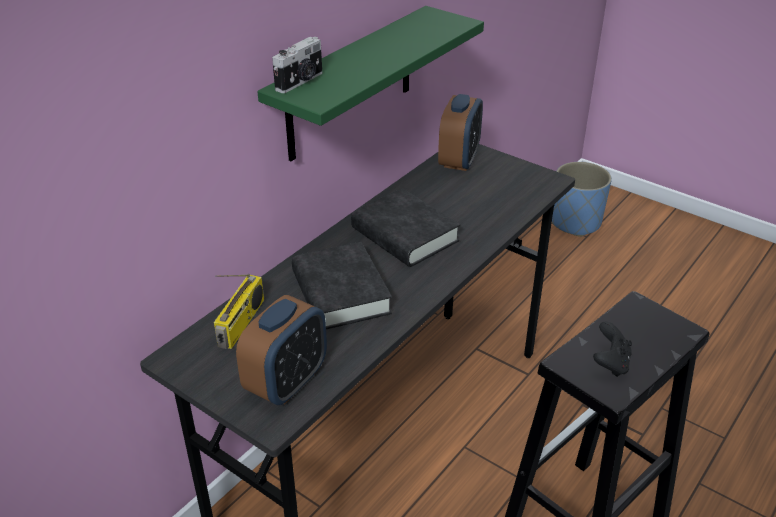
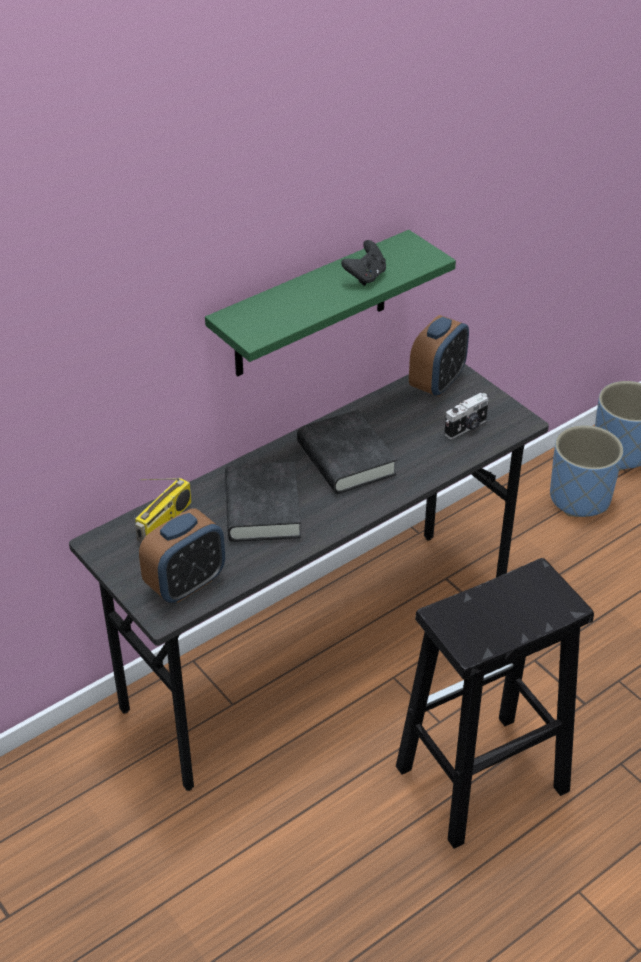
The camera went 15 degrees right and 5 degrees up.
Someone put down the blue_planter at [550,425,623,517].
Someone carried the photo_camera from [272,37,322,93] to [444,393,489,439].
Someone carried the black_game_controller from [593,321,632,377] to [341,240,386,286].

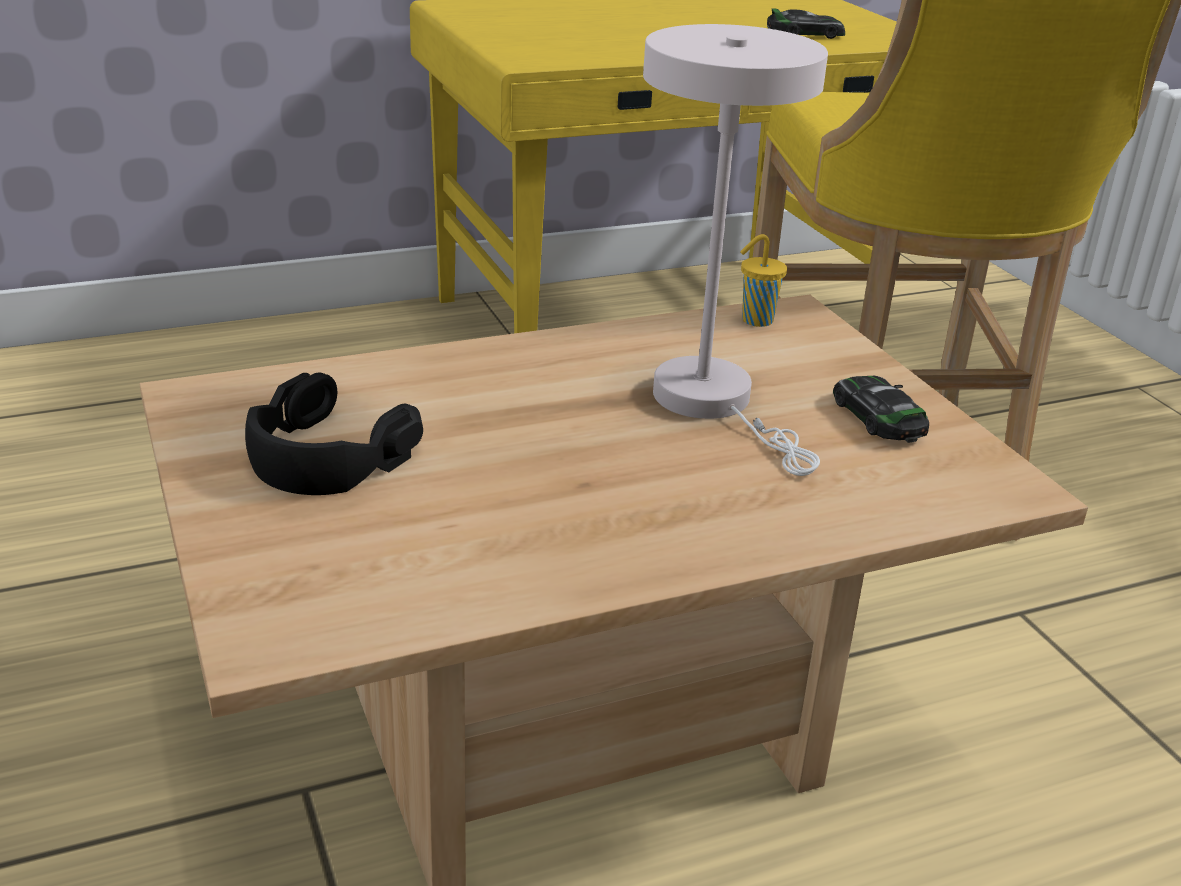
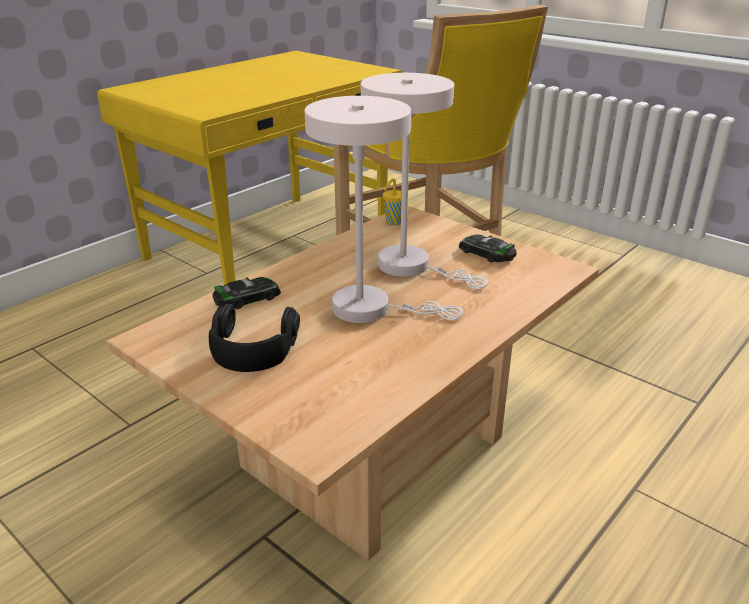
The camera went 25 degrees left and 0 degrees up.
Someone put down the white_table_lamp at [305,96,463,323].
Someone carried the toy_car from [767,9,845,39] to [212,277,281,309].

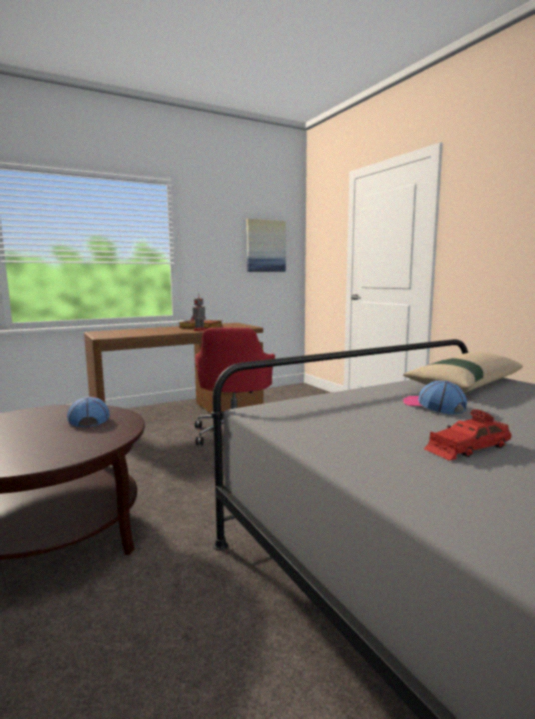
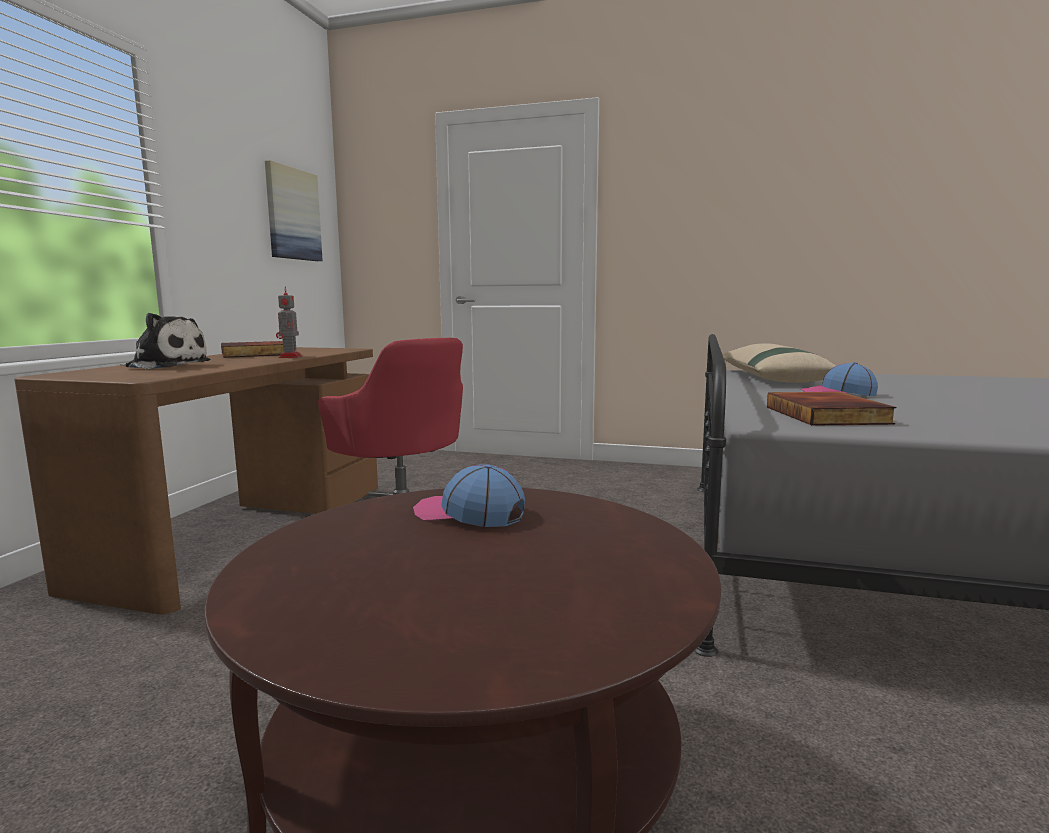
The camera went 45 degrees left and 0 degrees up.
Someone took away the red_toy_car at [424,409,512,461].
Someone put down the plush_toy at [120,313,210,369].
Someone put down the book at [767,392,896,426].

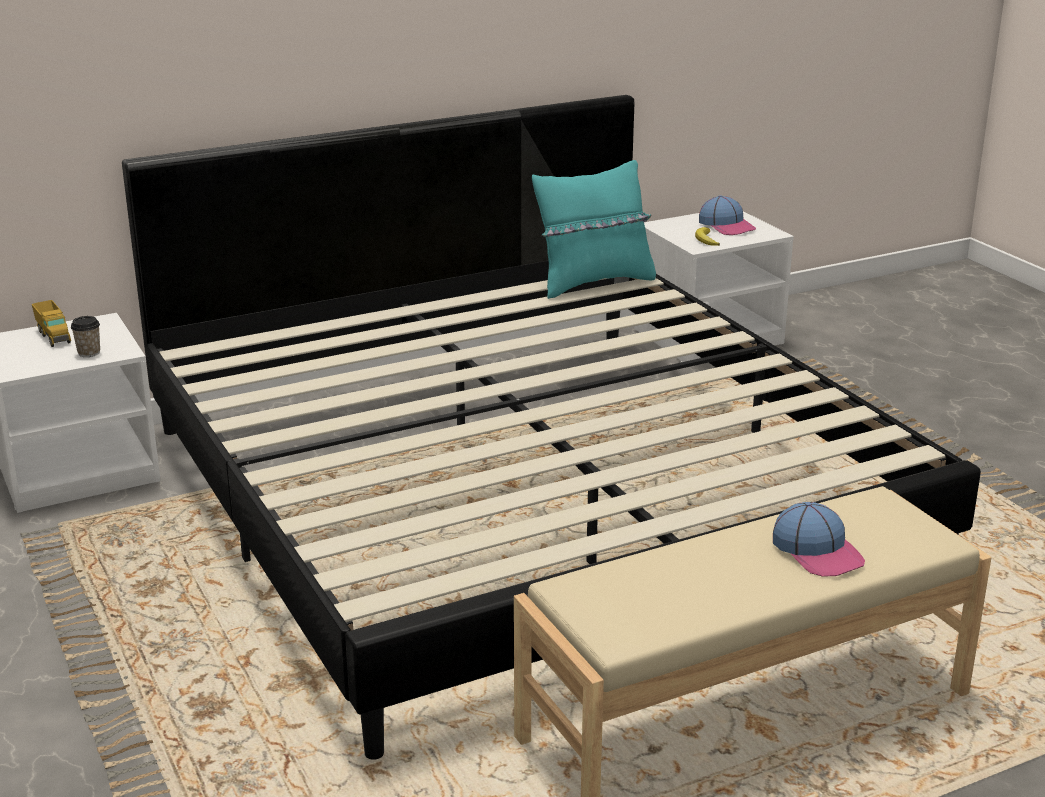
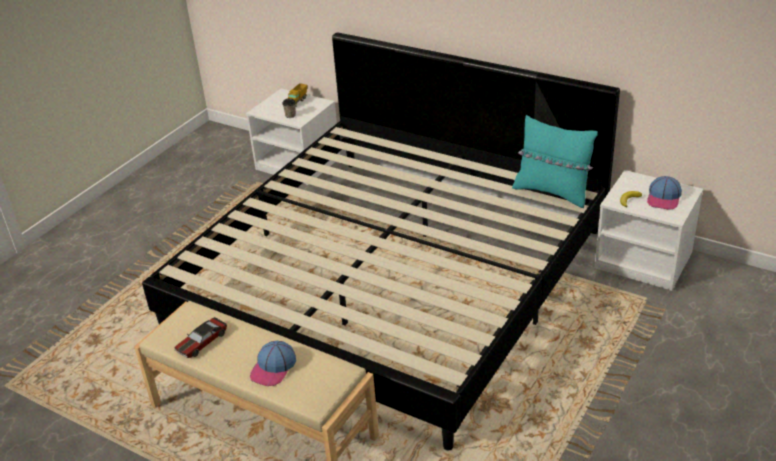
The camera went 60 degrees right and 10 degrees up.
Someone put down the toy_car at [174,317,227,358].

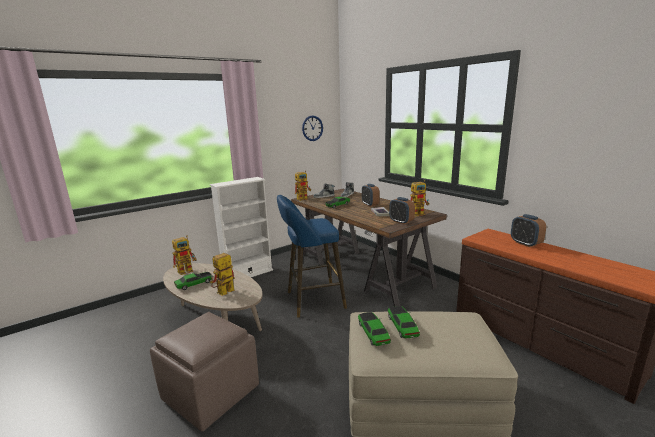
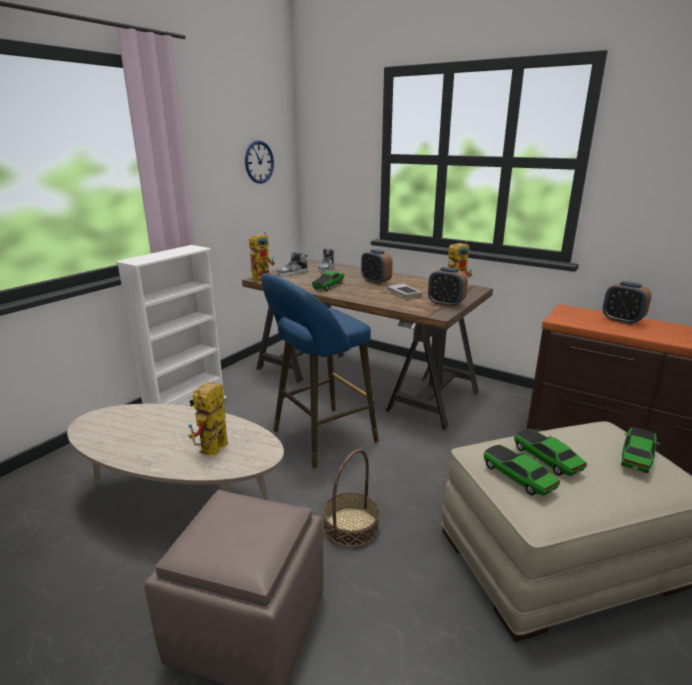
The camera went 20 degrees left and 5 degrees up.
Someone took away the toy_robot at [172,235,196,275].
Someone put down the basket at [323,449,380,547].
Someone carried the toy_car from [174,272,212,290] to [621,427,660,473].

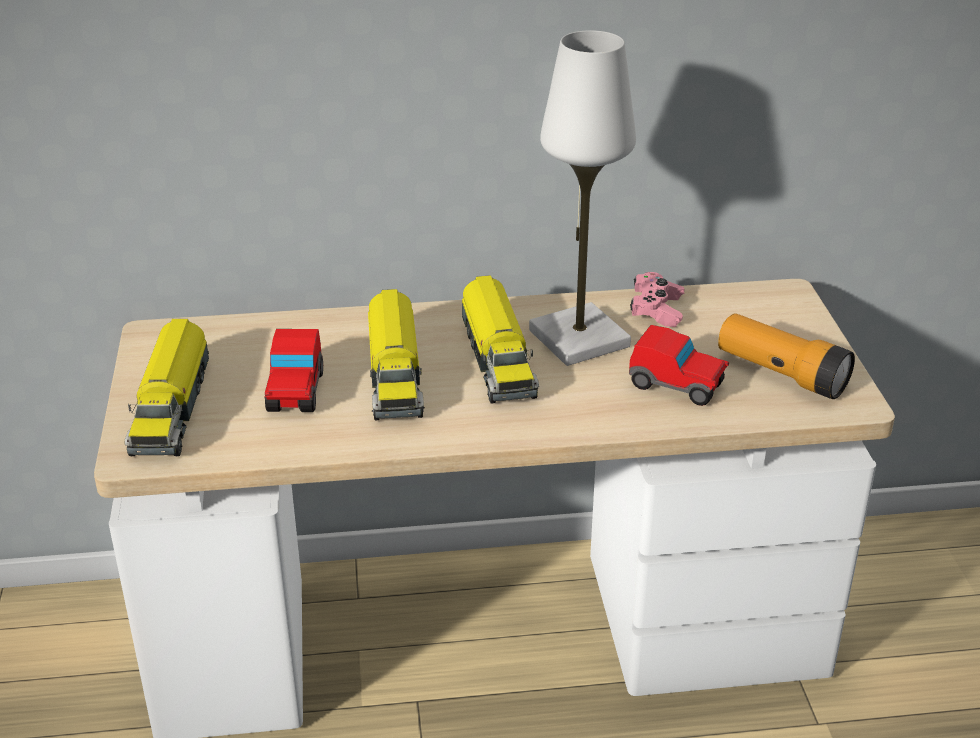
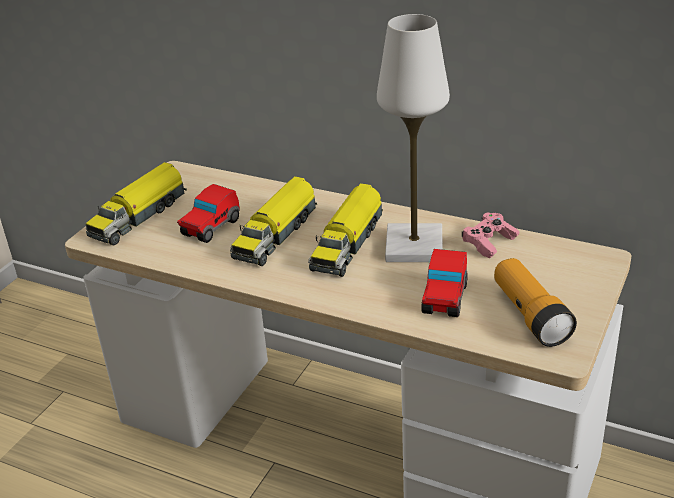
The camera went 35 degrees right and 0 degrees up.
Someone rotated the toy_car at [629,325,729,406] by 45 degrees clockwise.

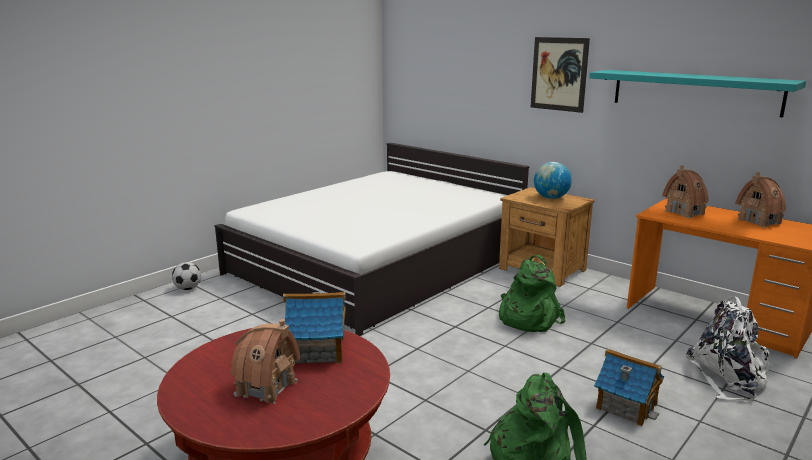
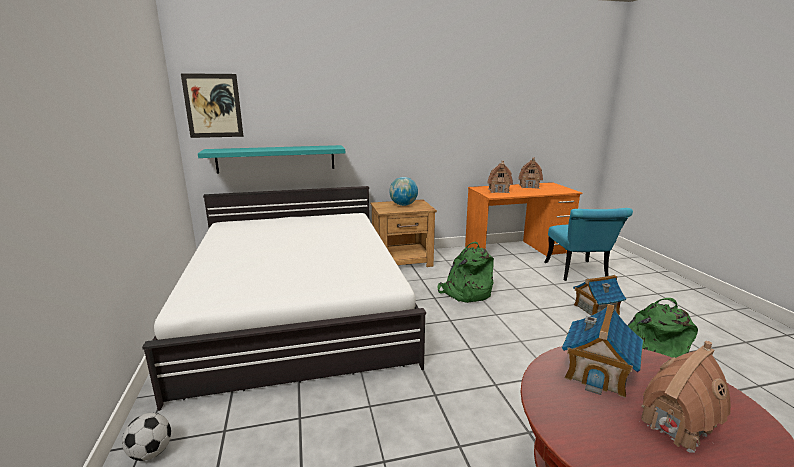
The camera went 55 degrees left and 0 degrees up.
Someone carried the picture from [531,37,590,113] to [181,73,244,138].
Someone carried the turquoise_shelf from [589,70,806,117] to [198,145,345,174].
Someone swapped the white_backpack at [685,296,773,401] for the turquoise_chair at [544,208,633,281].

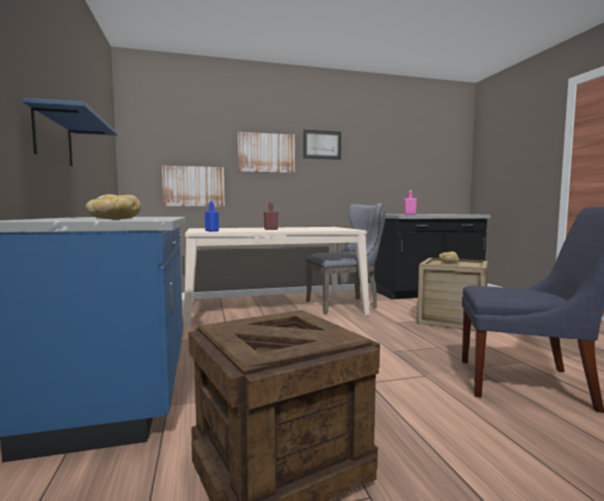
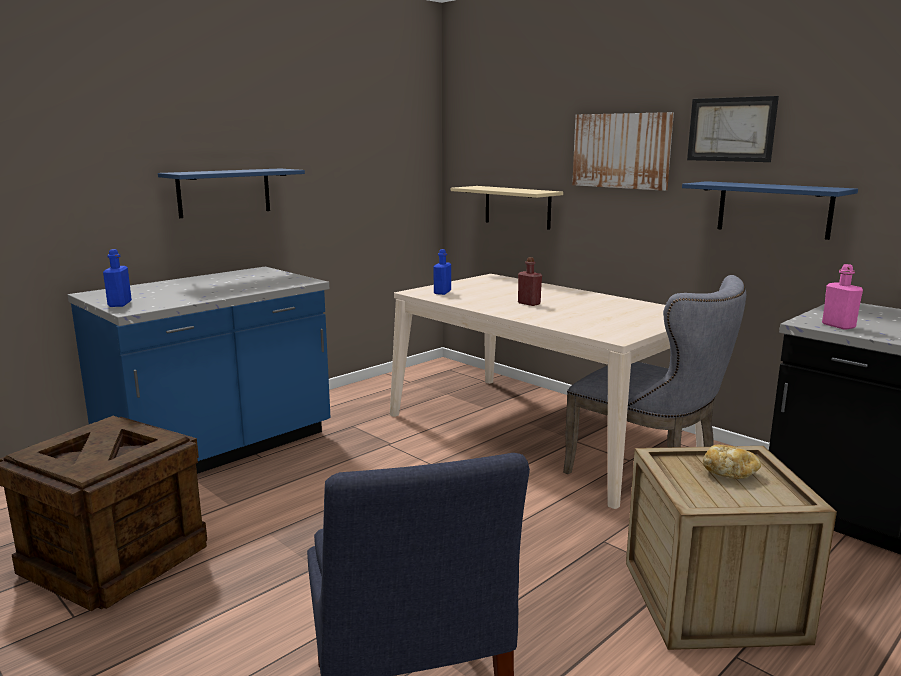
The camera went 60 degrees right and 10 degrees up.
Someone put up the blue_shelf at [682,181,858,240].
Someone swapped the bread at [86,194,141,220] for the blue_bottle at [103,249,132,307].
Someone swapped the picture at [162,165,225,207] for the beige_shelf at [451,186,563,230].

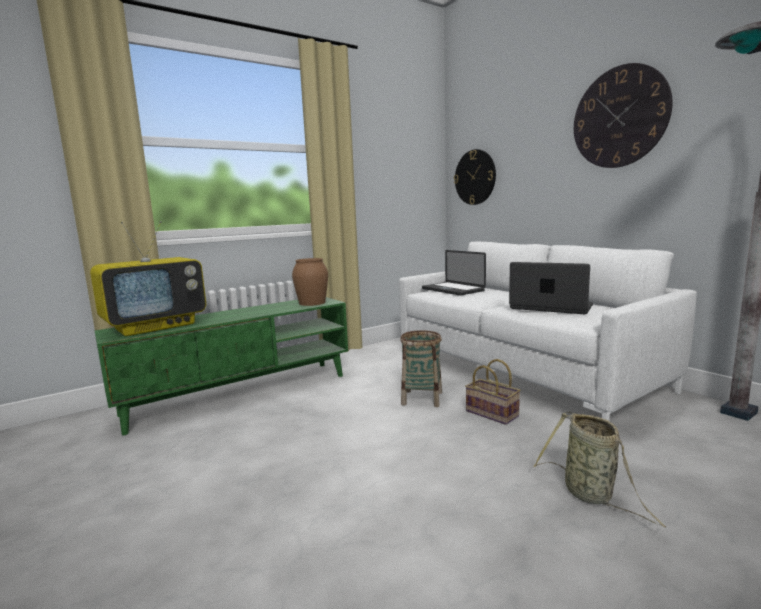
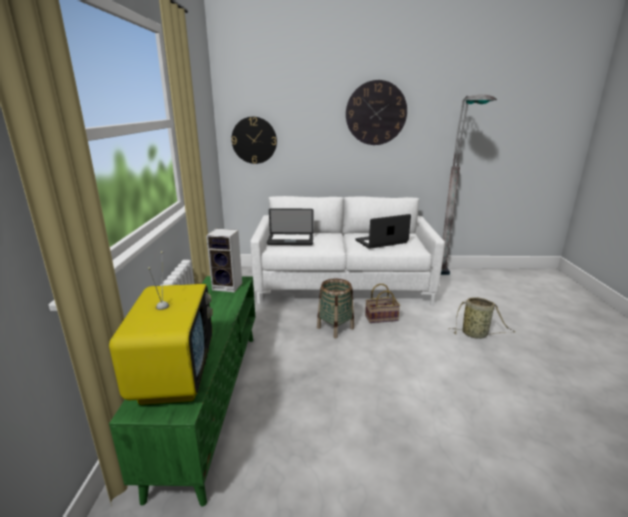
The camera went 55 degrees left and 10 degrees up.
Someone swapped the brown_vase at [292,258,328,306] for the speaker at [206,229,242,292].

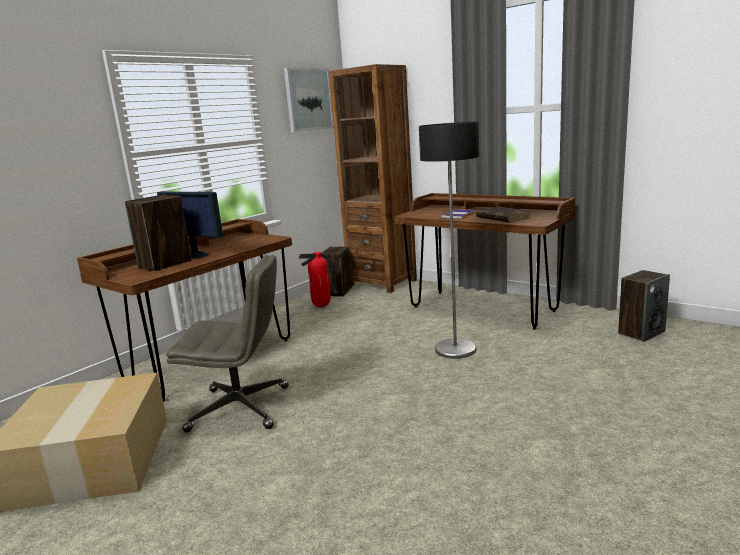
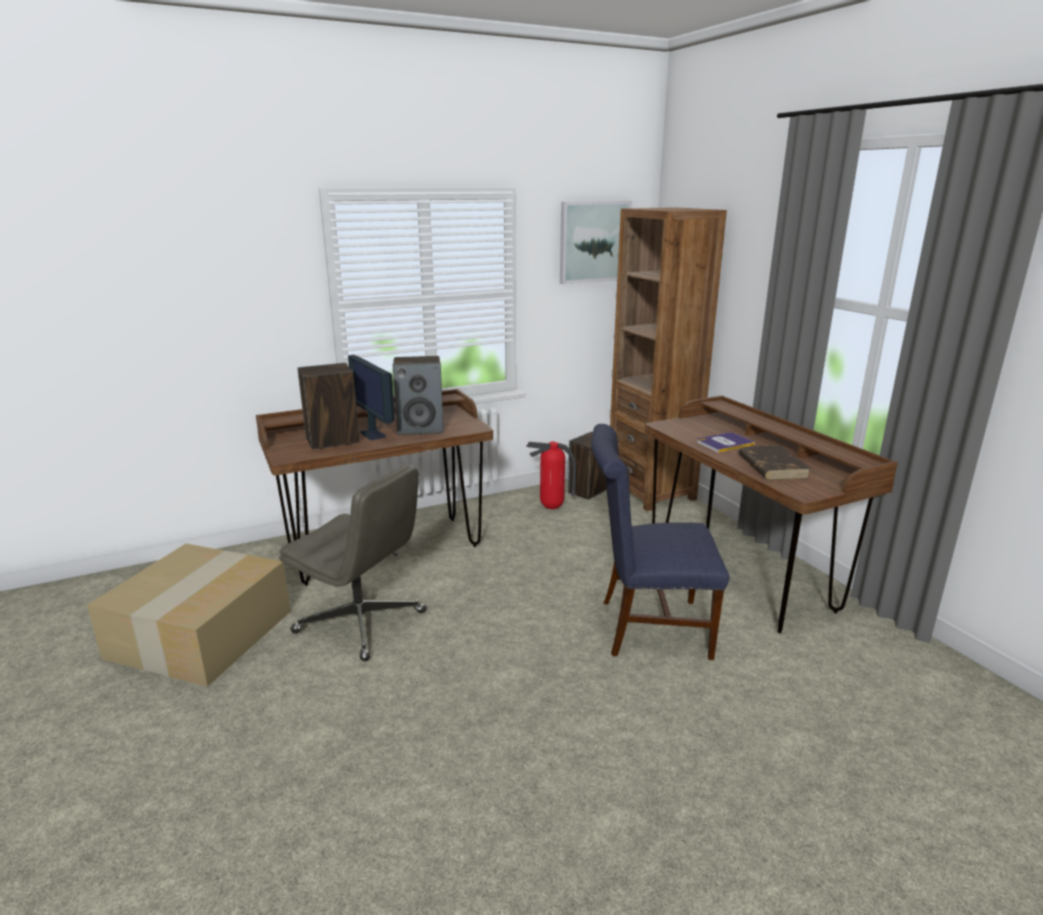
The camera went 25 degrees right and 5 degrees up.
Someone carried the speaker from [618,270,670,342] to [393,356,444,435].
Someone swapped the floor_lamp at [419,122,479,359] for the blue_chair at [591,424,729,660].

